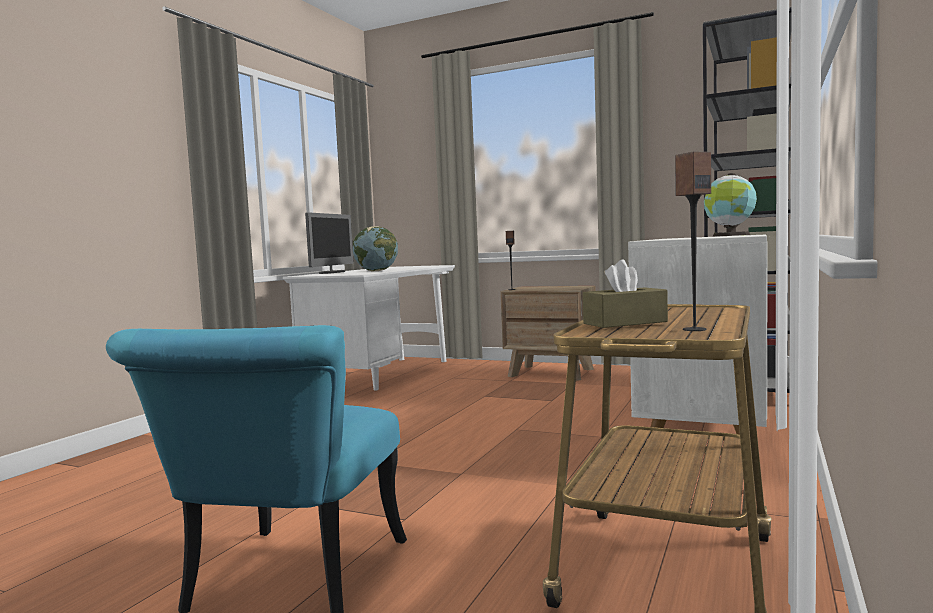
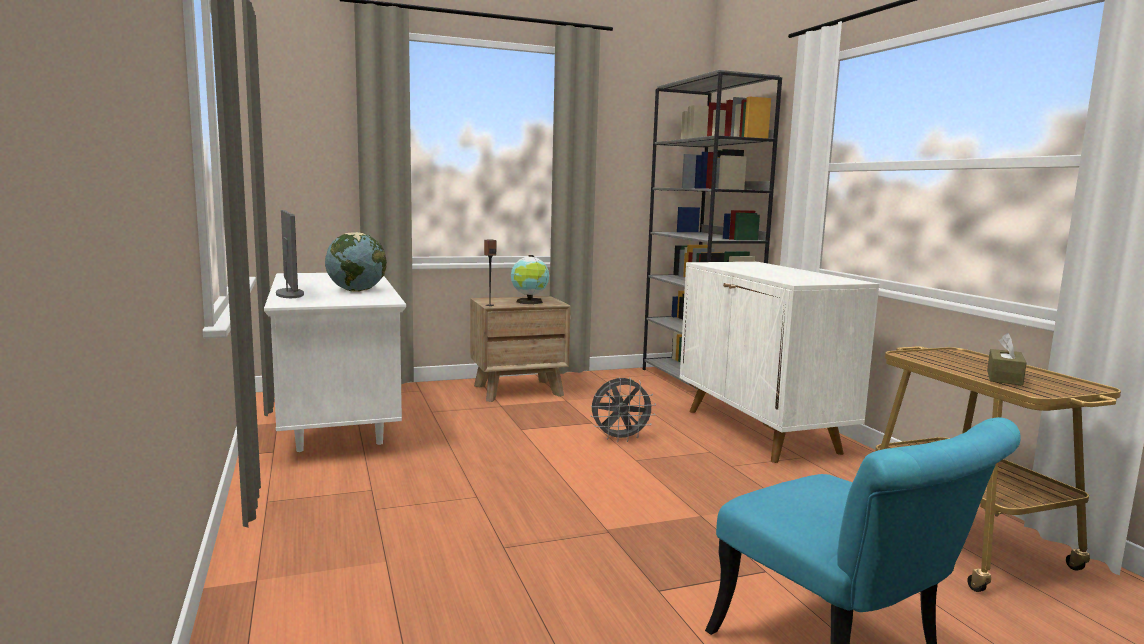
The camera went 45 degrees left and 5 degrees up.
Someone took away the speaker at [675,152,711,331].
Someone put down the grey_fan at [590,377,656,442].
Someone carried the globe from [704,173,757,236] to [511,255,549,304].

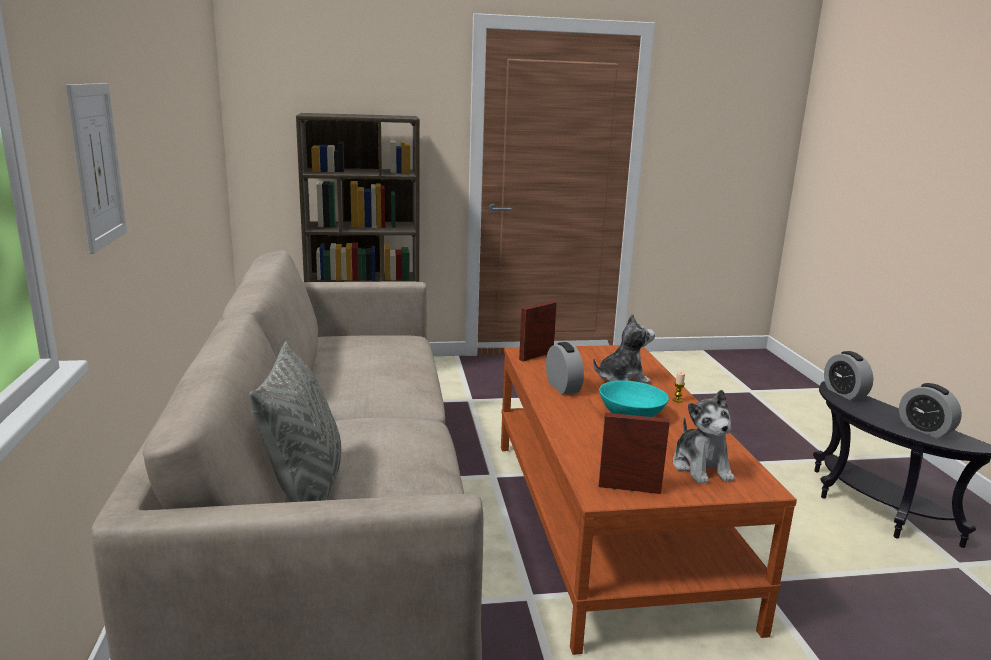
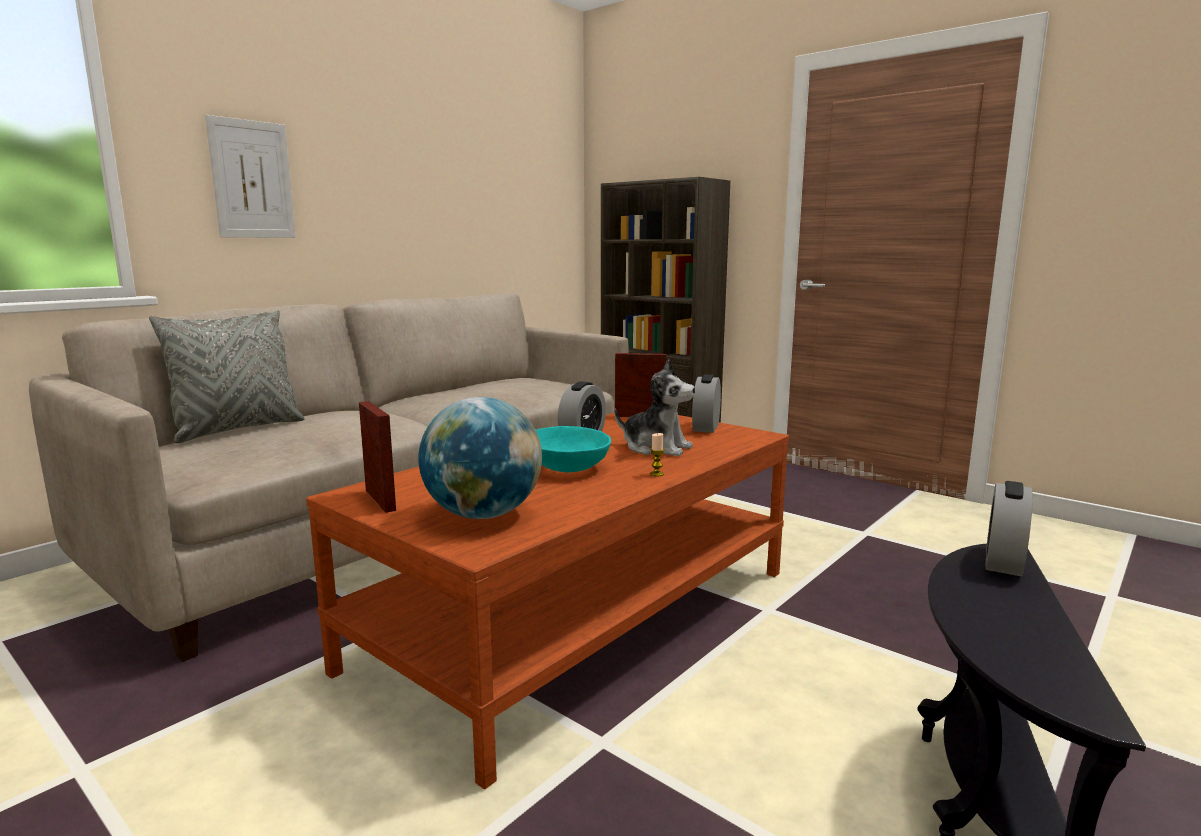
The camera went 50 degrees right and 5 degrees down.
Someone carried the alarm_clock from [899,383,962,438] to [692,374,721,433].
Someone swapped the plush_toy at [673,390,735,484] for the globe at [418,397,542,519].

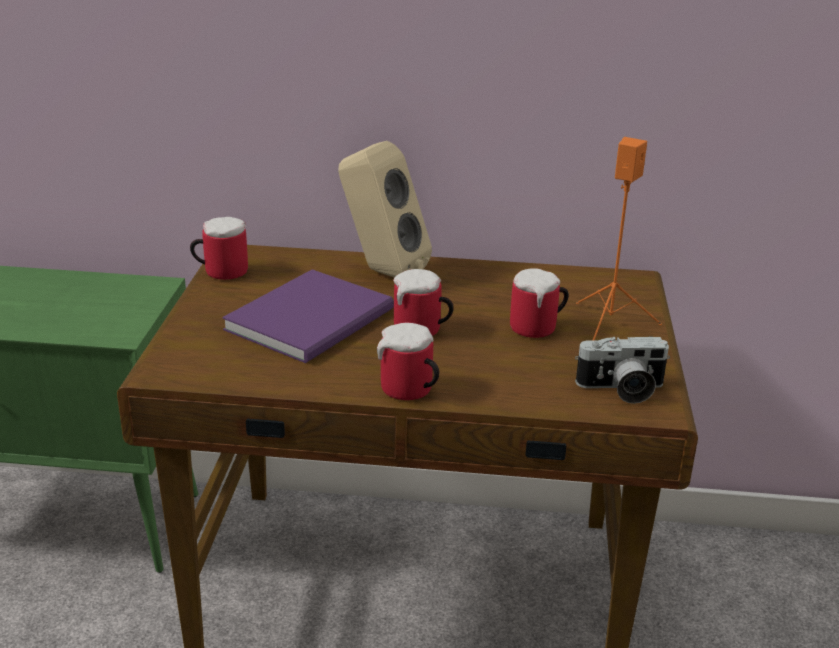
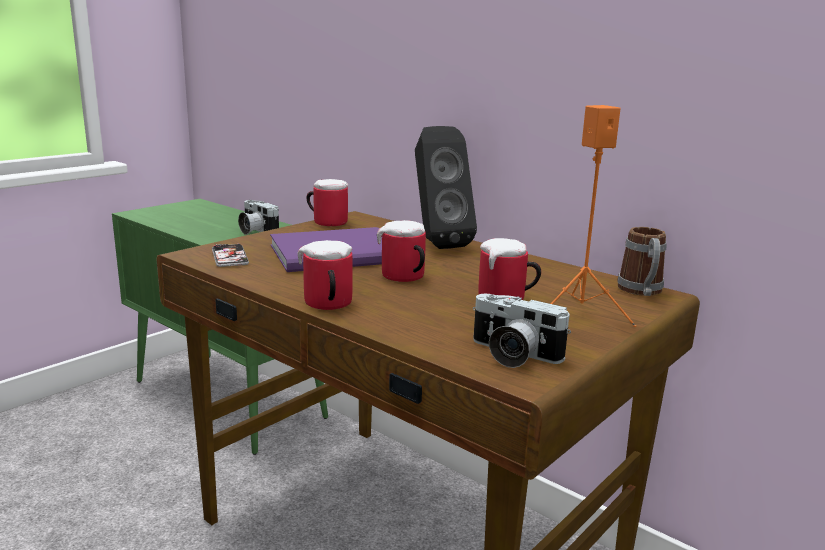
The camera went 35 degrees right and 10 degrees down.
Someone put down the phone at [212,243,249,267].
Someone put down the photo_camera at [238,200,279,235].
Someone put down the mug at [618,227,667,296].
Someone repainted the beige_speaker at [338,141,432,277], which became the black_speaker at [415,126,477,249].

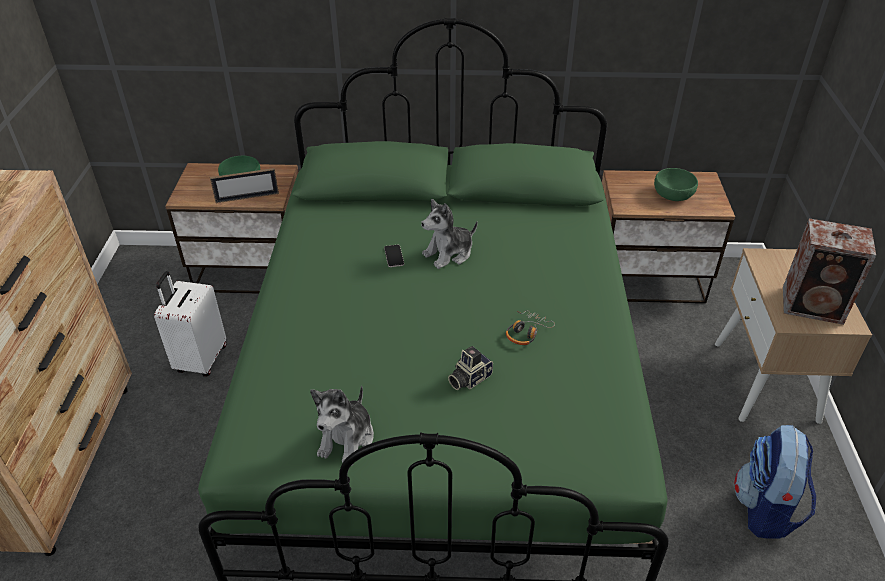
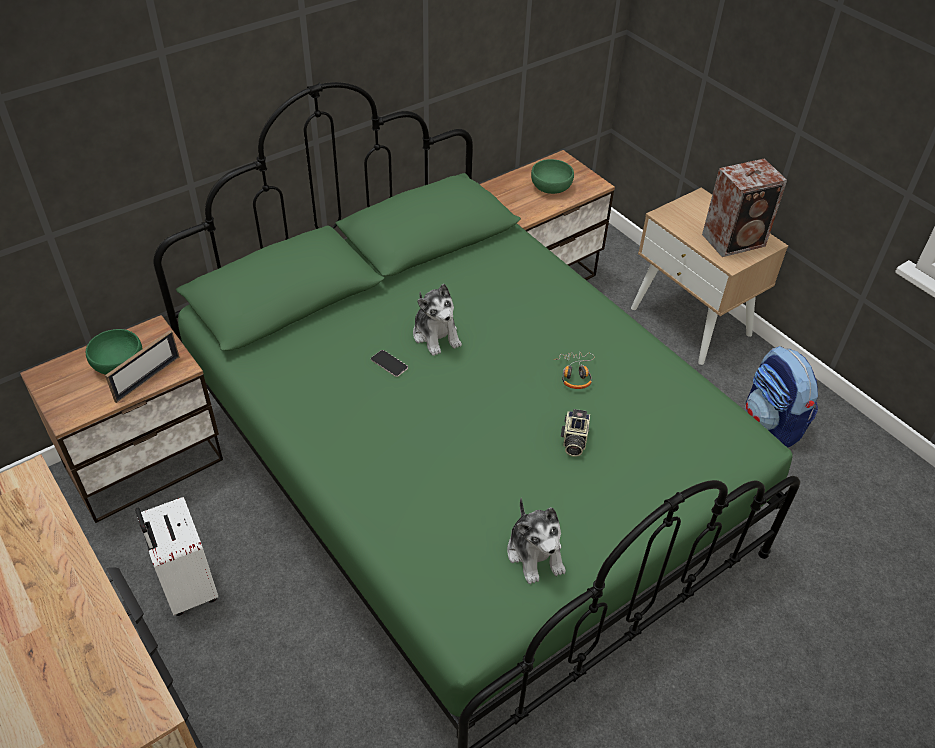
The camera went 40 degrees left and 5 degrees up.
Someone rotated the plush_toy at [421,199,477,269] by 45 degrees counterclockwise.

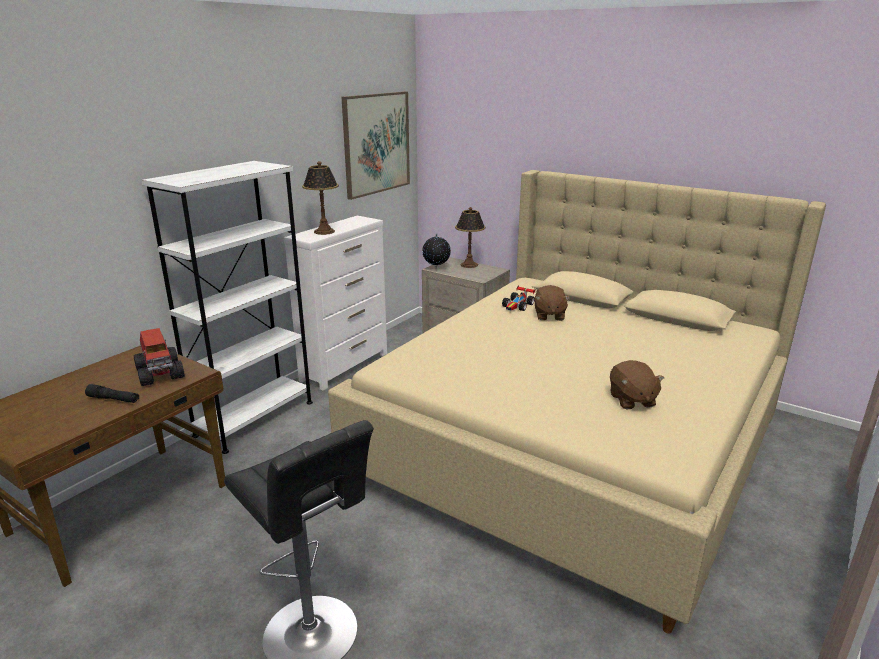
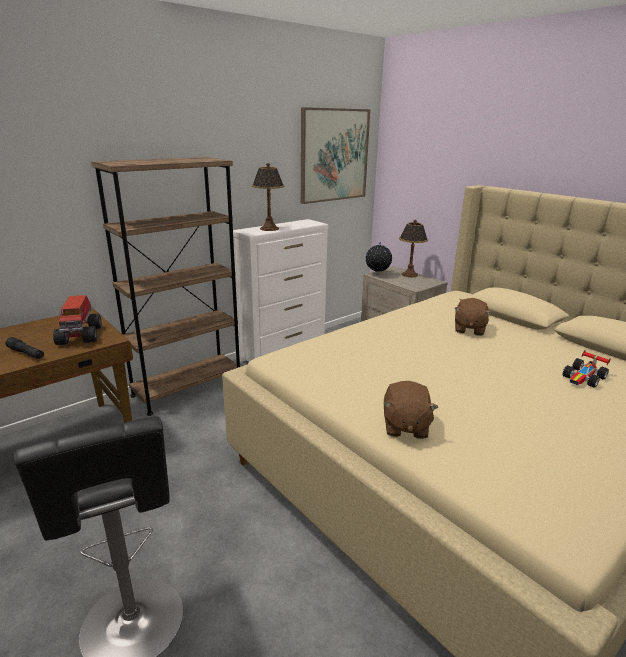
The camera went 15 degrees right and 0 degrees up.
Someone carried the toy_car from [502,285,535,311] to [562,350,611,387].
Someone carried the brown_plush_toy from [610,360,664,409] to [383,381,438,439].
Someone repainted the white_bookcase at [141,161,313,454], which became the brown_bookcase at [91,157,240,416].

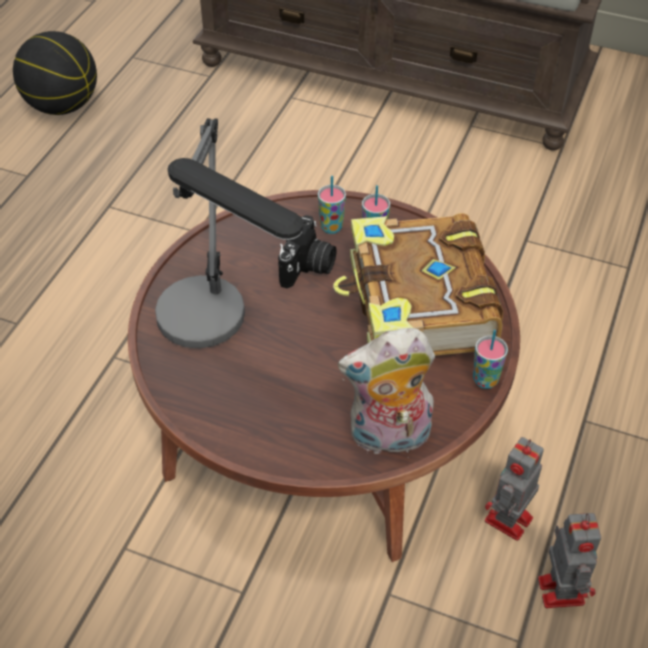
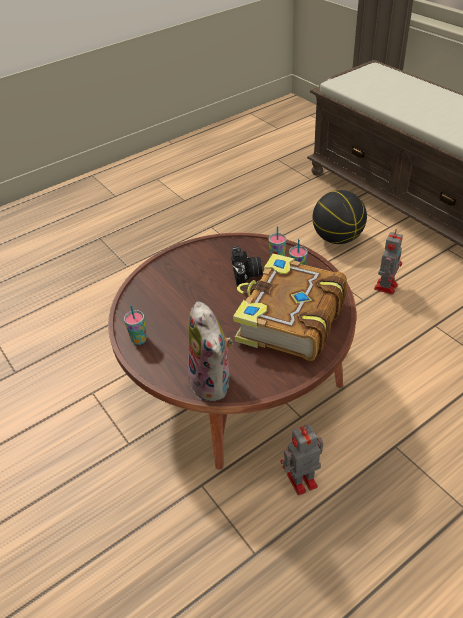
The camera went 35 degrees right and 5 degrees down.
Someone took away the table_lamp at [155,118,303,349].
Someone carried the basketball from [13,31,97,115] to [312,190,367,244].
Someone carried the cup from [473,330,508,389] to [124,305,147,345].
Someone carried the toy_robot from [538,513,601,608] to [374,229,403,295].
Someone rotated the photo_camera at [278,215,337,289] by 60 degrees counterclockwise.
Someone rotated the plush_toy at [338,328,435,458] by 135 degrees counterclockwise.

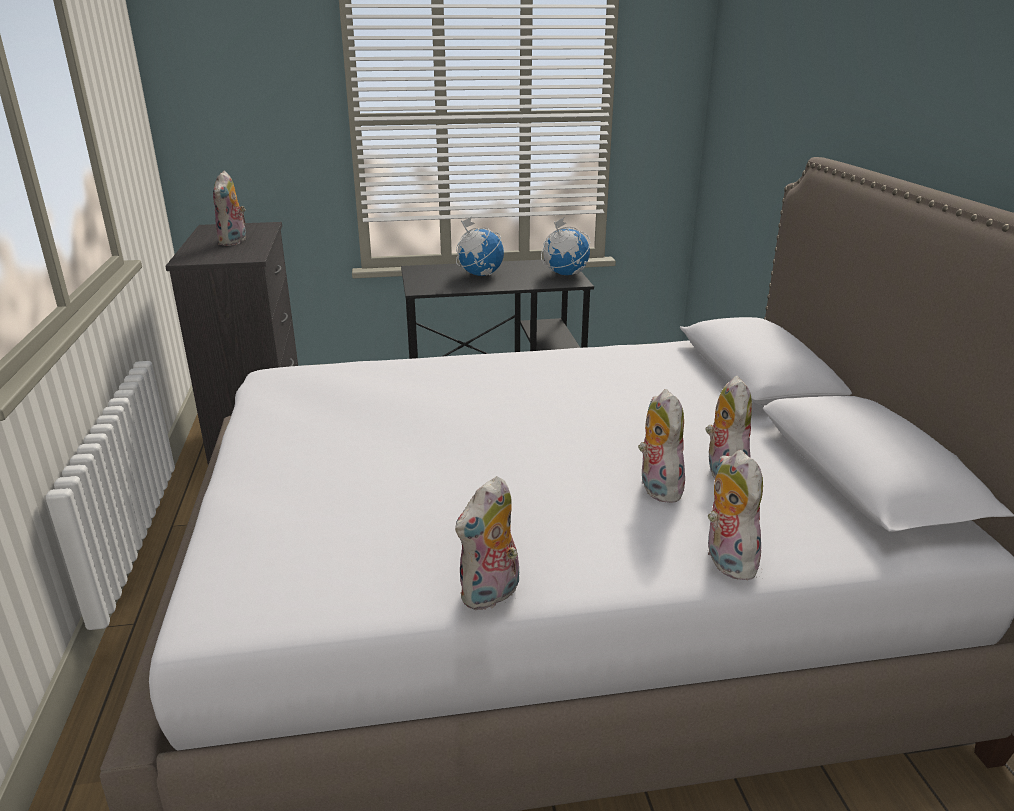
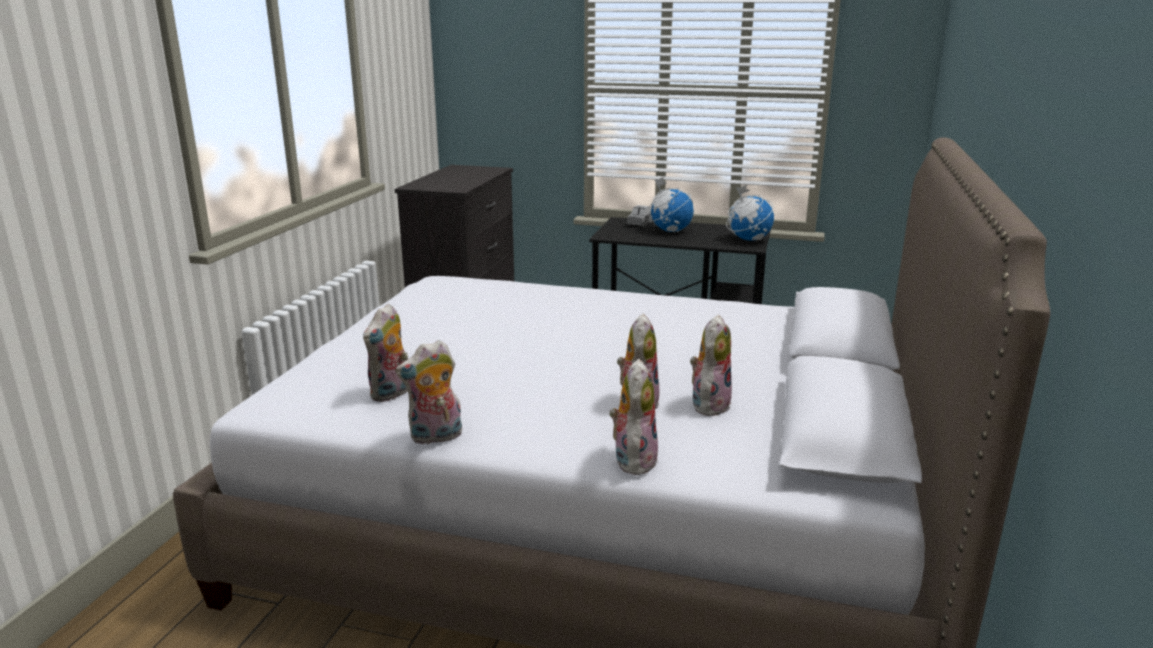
The camera went 25 degrees right and 5 degrees down.
Someone put down the toy_truck at [627,205,654,228].
Someone carried the plush_toy from [213,171,246,246] to [363,303,408,402].

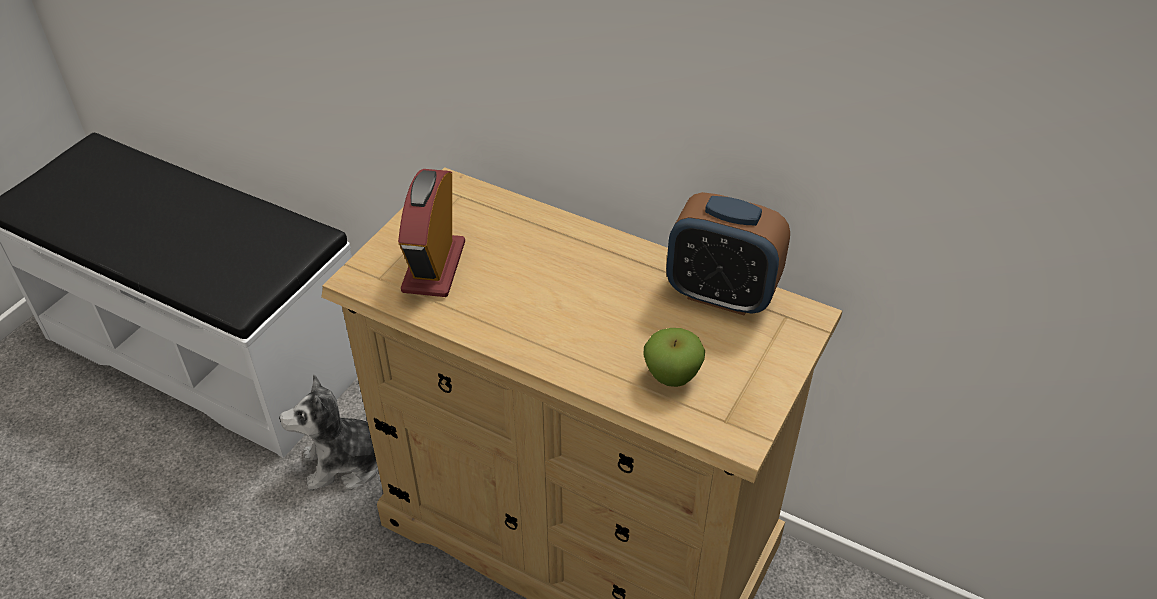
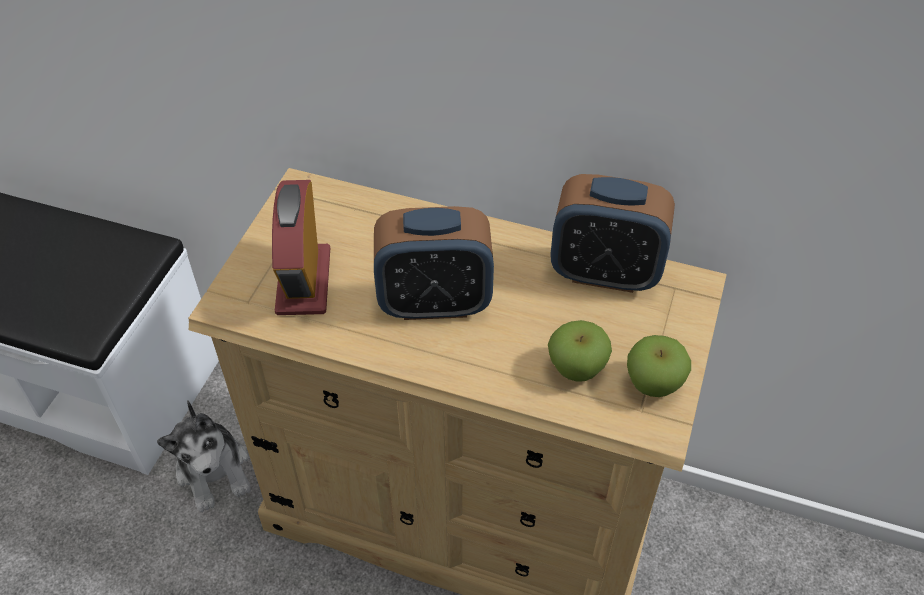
The camera went 10 degrees left and 5 degrees up.
Someone put down the alarm_clock at [374,206,494,320].
Someone put down the apple at [627,335,691,397].
Someone rotated the plush_toy at [279,374,378,491] by 90 degrees counterclockwise.

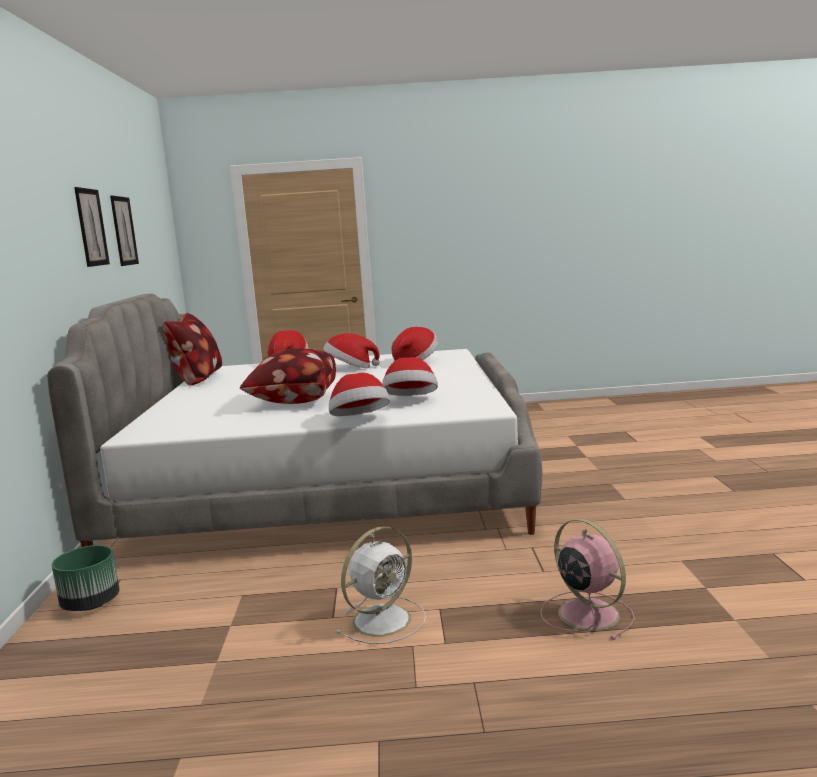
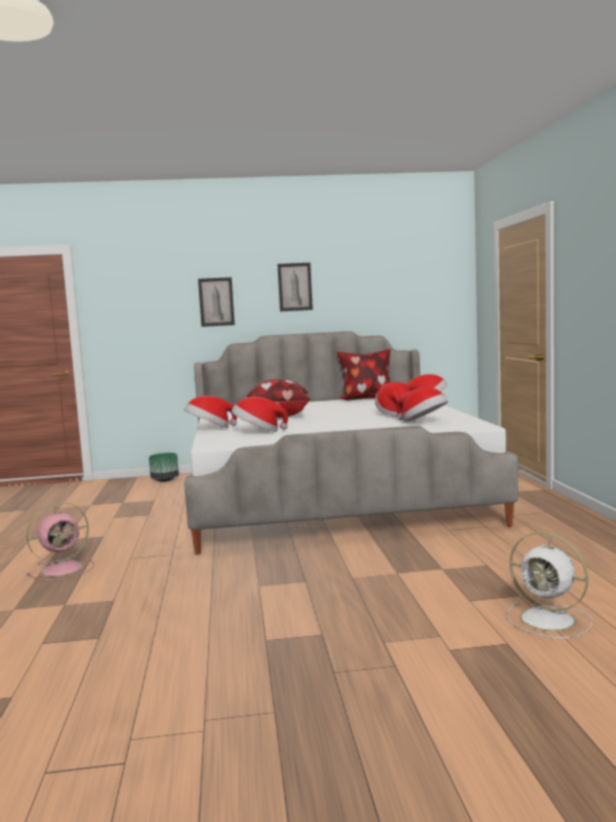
The camera went 85 degrees right and 5 degrees down.
Someone carried the picture from [110,196,139,266] to [198,277,235,327].
Someone carried the white_fan from [336,526,426,644] to [507,532,592,638].

